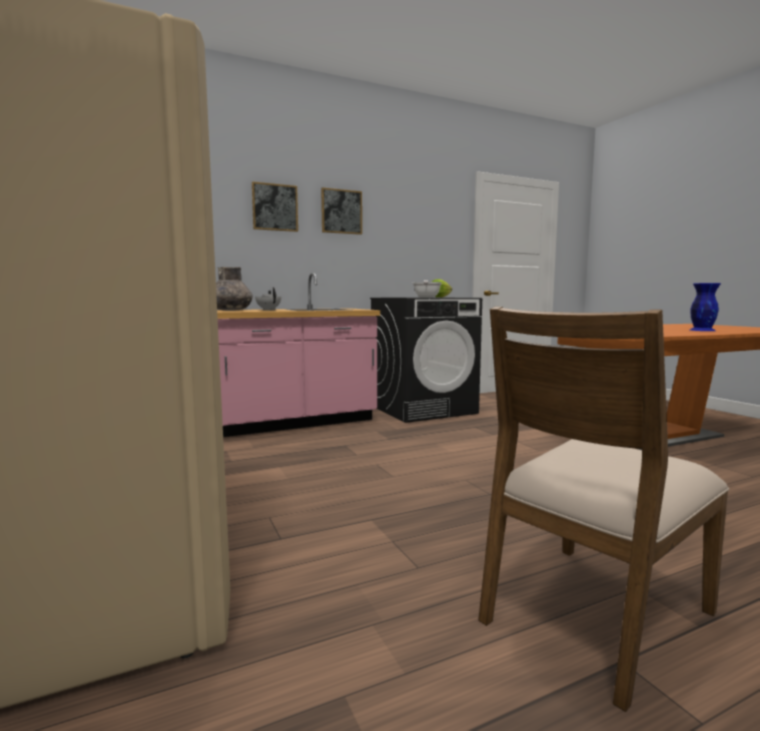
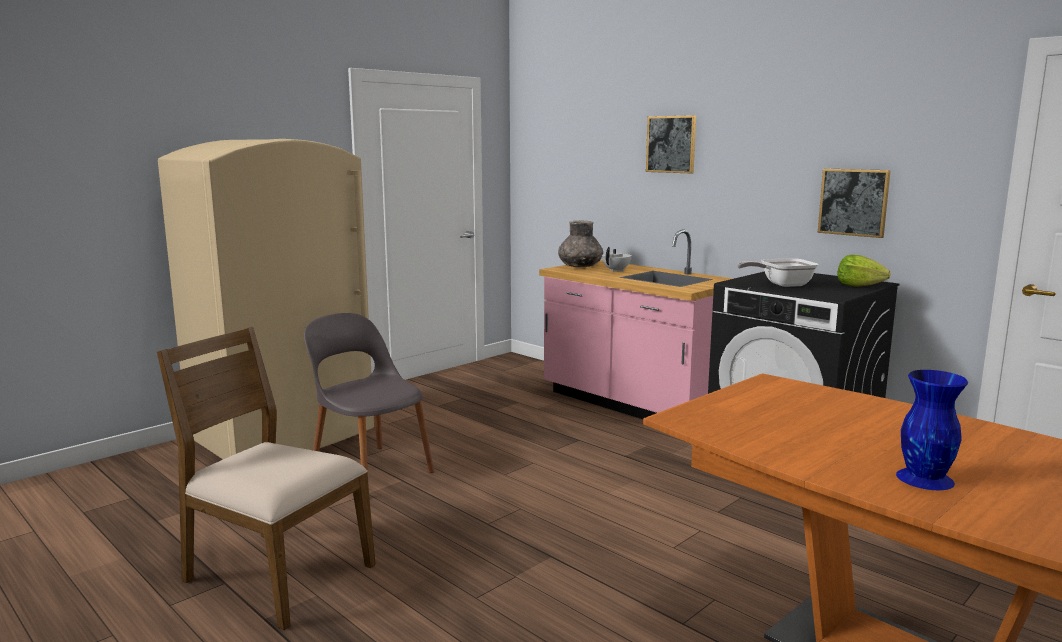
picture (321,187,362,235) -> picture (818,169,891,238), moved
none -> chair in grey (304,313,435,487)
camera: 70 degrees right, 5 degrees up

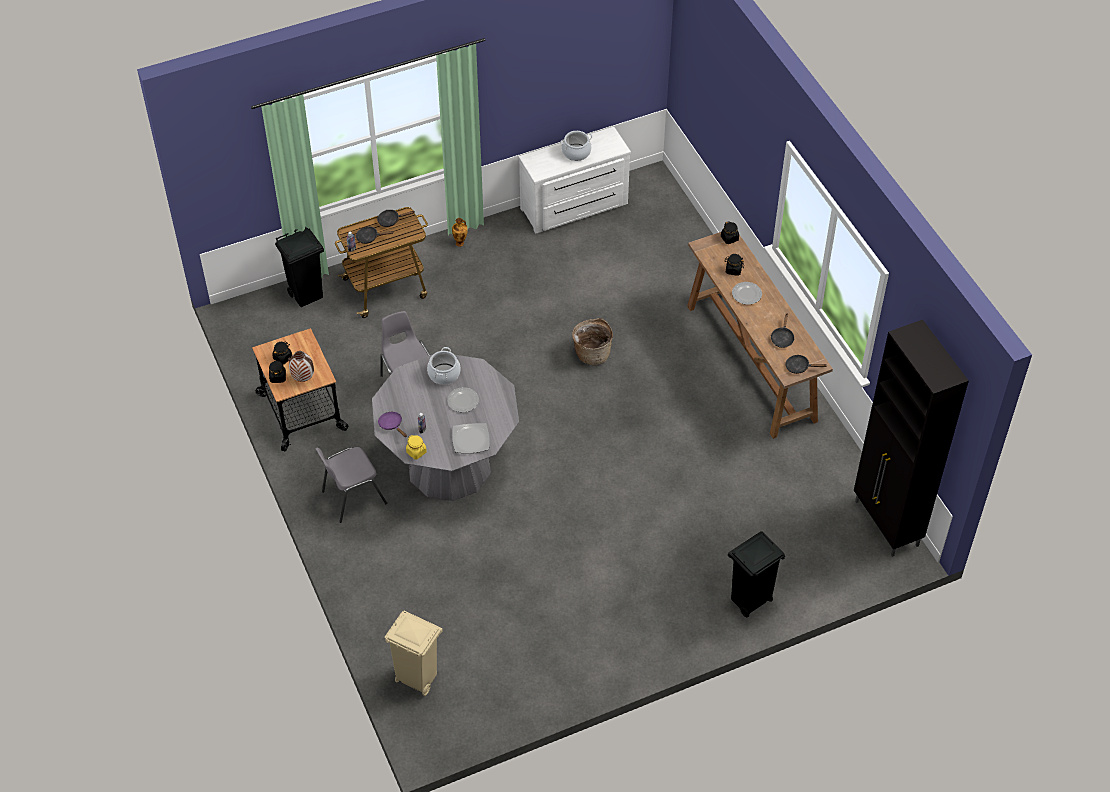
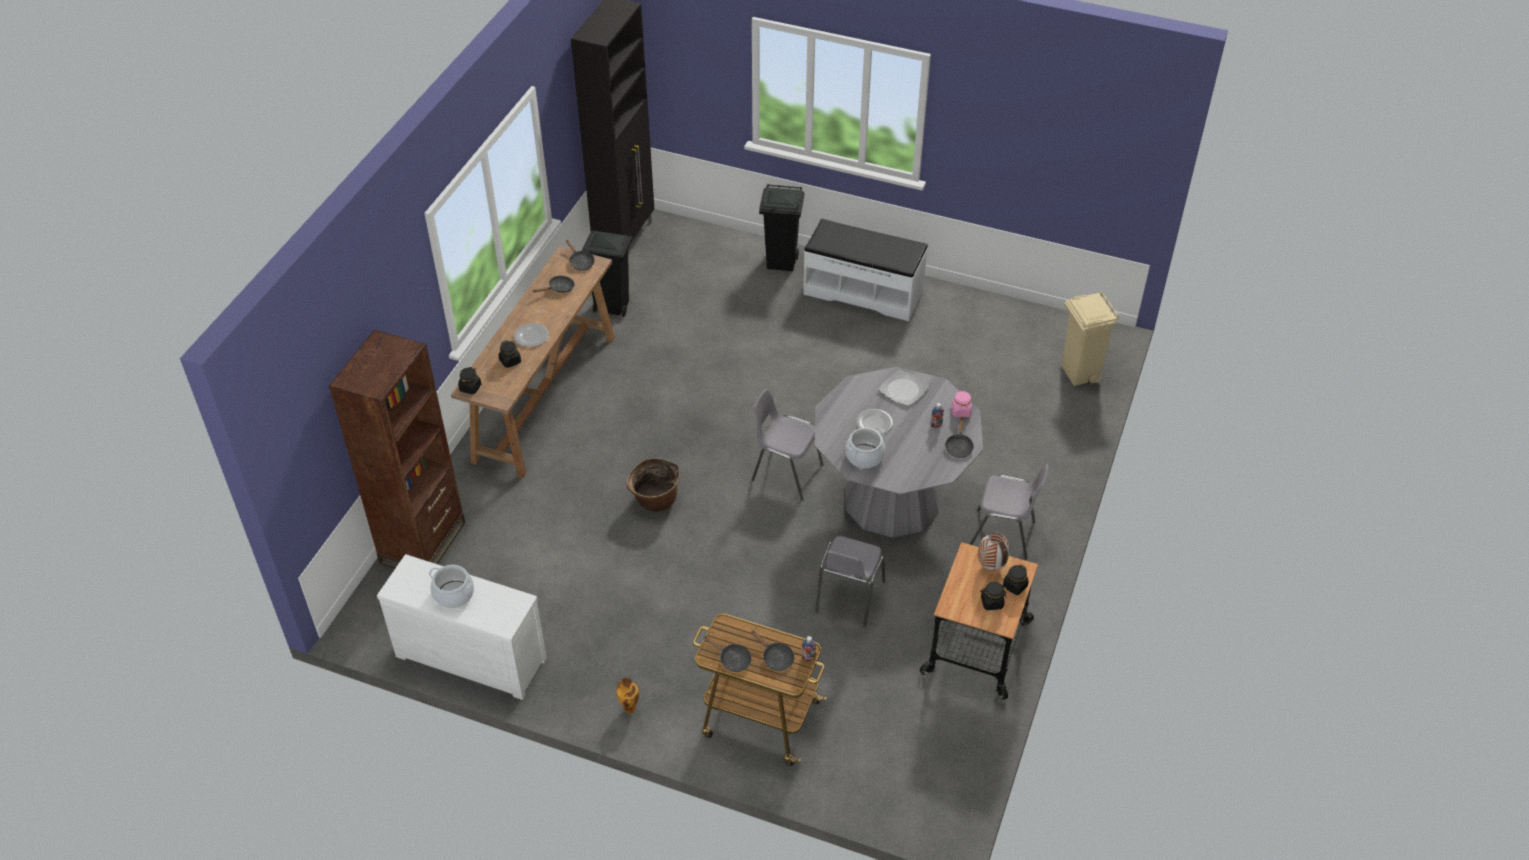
trash can in black (275,227,324,307) -> trash can in black (582,230,633,317), moved
frying pan in purple (378,412,407,437) -> frying pan in black (945,417,974,458)
jar in yellow (406,435,427,459) -> jar in pink (952,391,972,417)
none -> bench in white (803,219,928,321)
none -> bookcase in brown (329,330,465,569)
none -> chair in grey (751,389,824,500)
camera: 135 degrees left, 5 degrees down

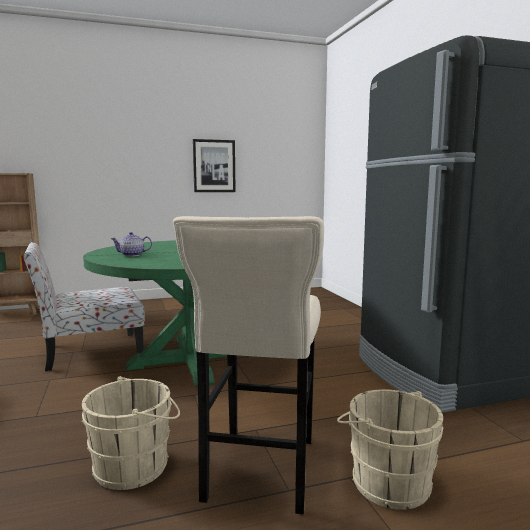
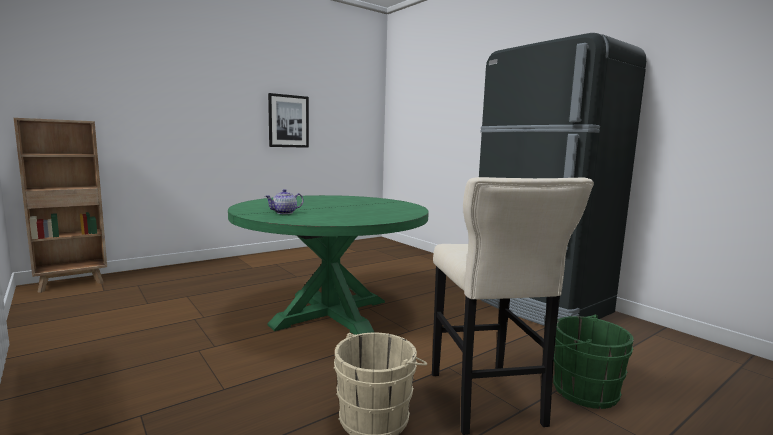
chair (24,242,145,371) -> none
bucket in beige (337,389,443,510) -> bucket in green (553,314,634,409)
camera: 20 degrees left, 0 degrees up

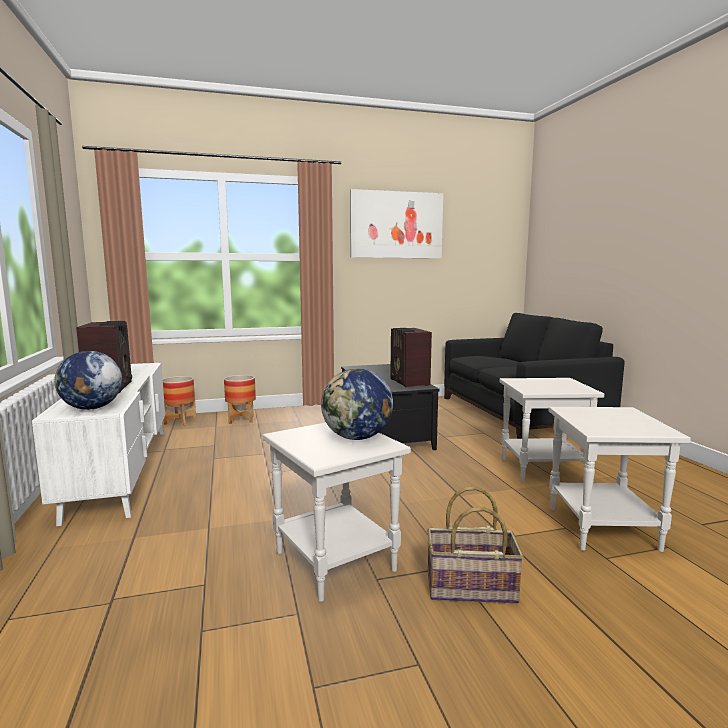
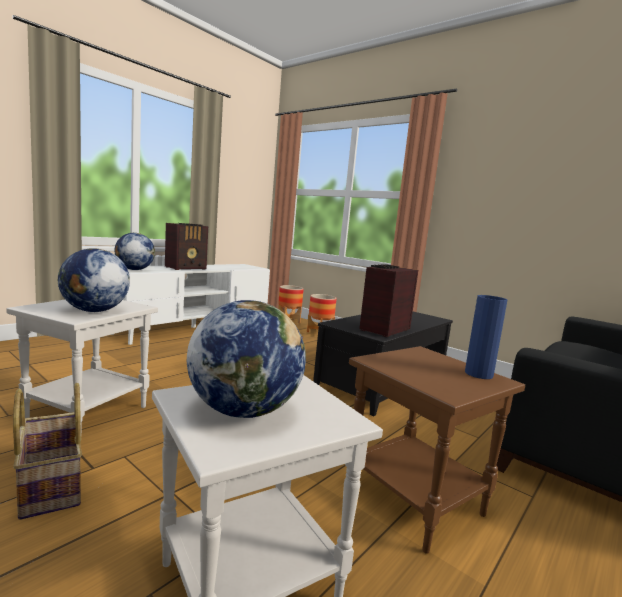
picture (350,189,443,258) -> none
side table in white (499,378,604,482) -> side table in brown (349,346,525,554)
none -> vase in blue (465,295,507,379)
none -> globe (187,300,306,418)
camera: 55 degrees right, 0 degrees up

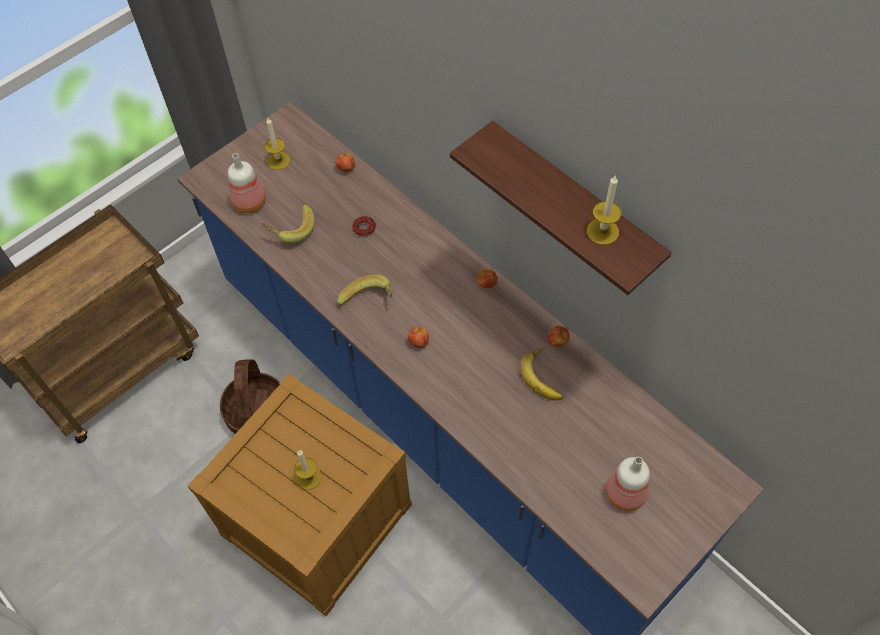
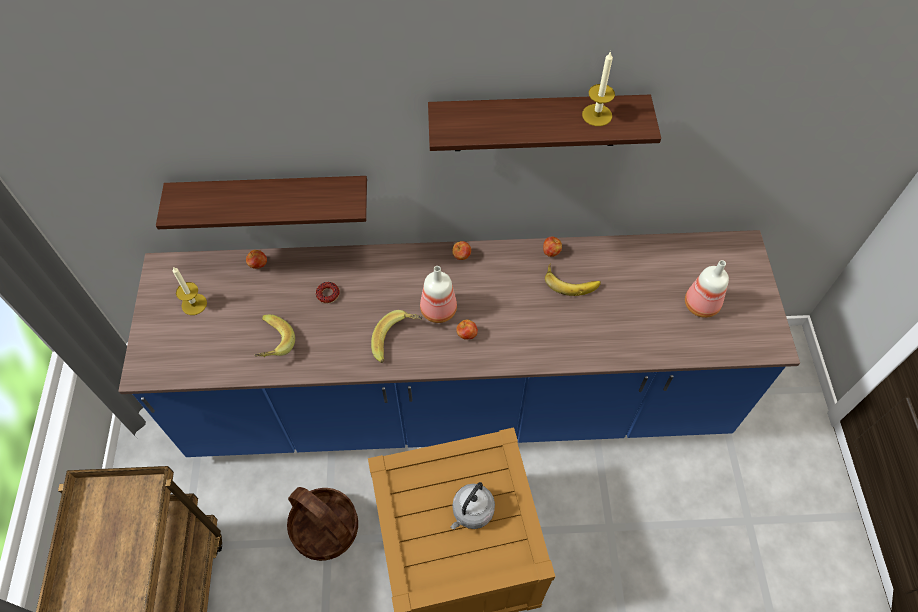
bottle (228,153,266,213) -> bottle (420,266,457,323), moved
candle (294,450,322,490) -> kettle in grey (450,482,495,529)
none -> shelf (156,176,367,229)
camera: 50 degrees left, 0 degrees up

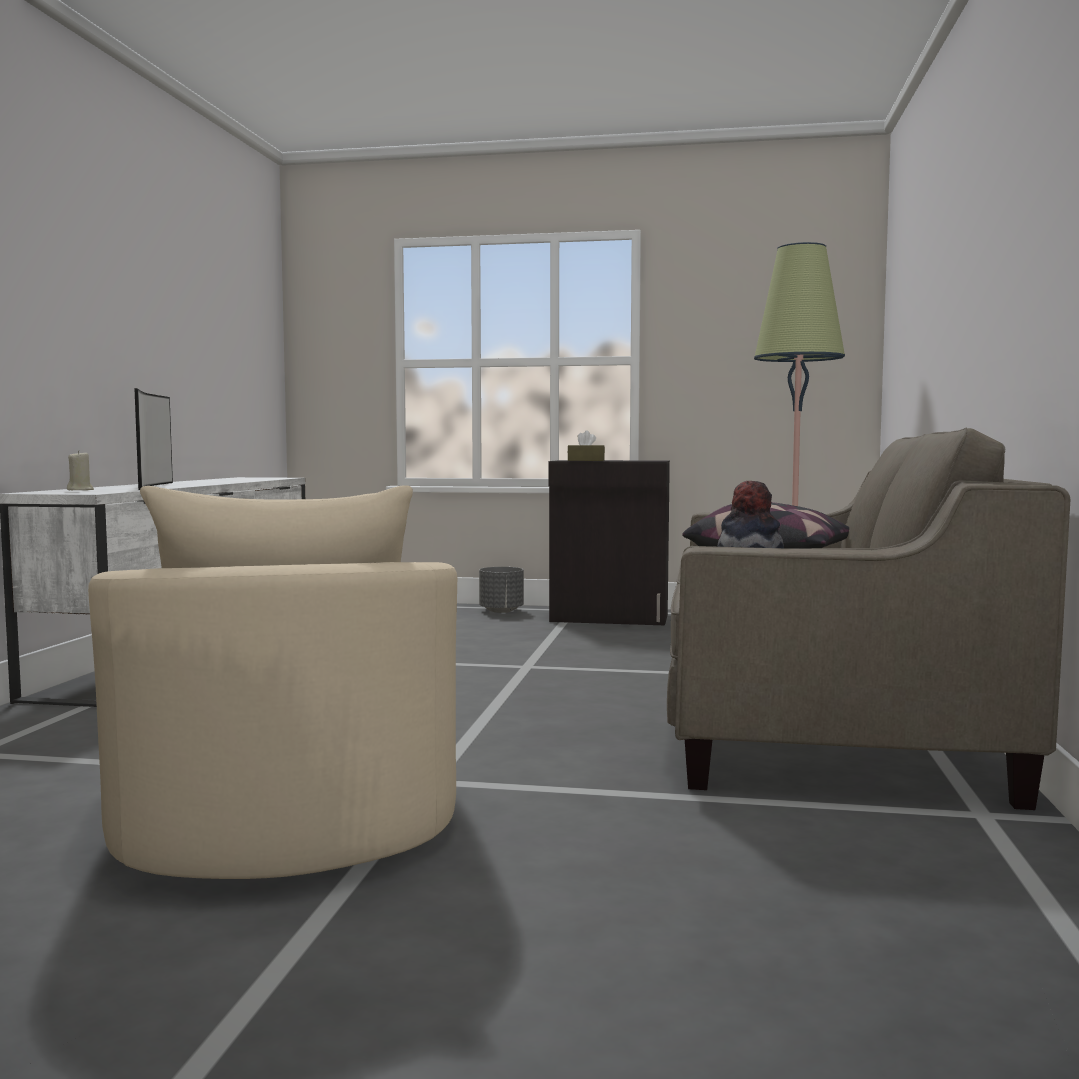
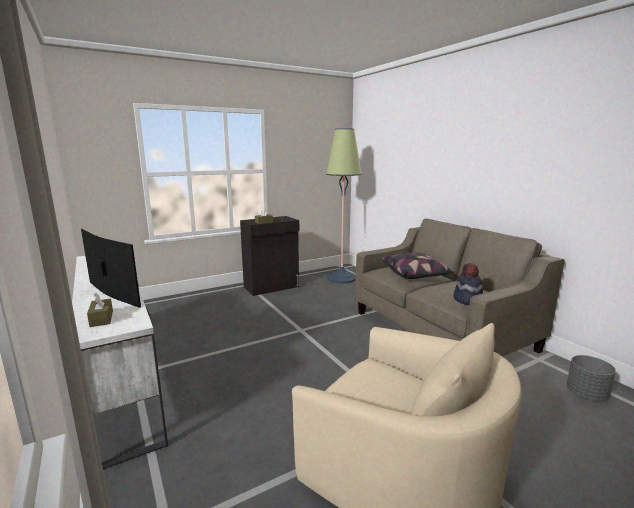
candle in beige (67,450,94,490) -> tissue box in brown (87,292,113,327)
planter in grey (479,567,524,613) -> planter in grey (567,355,616,401), moved
camera: 40 degrees left, 10 degrees up

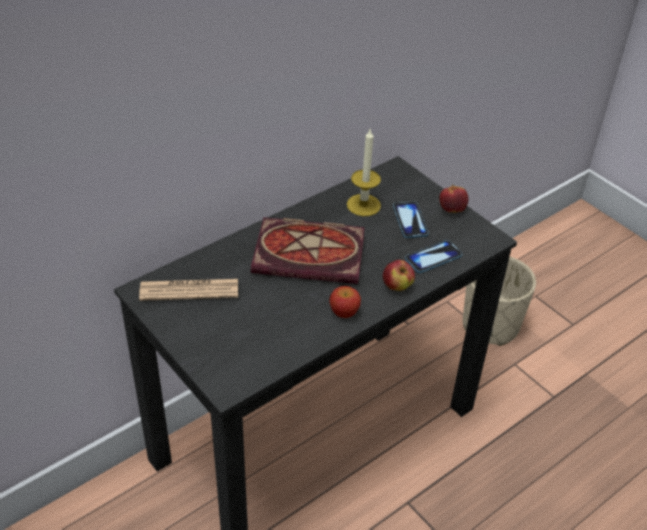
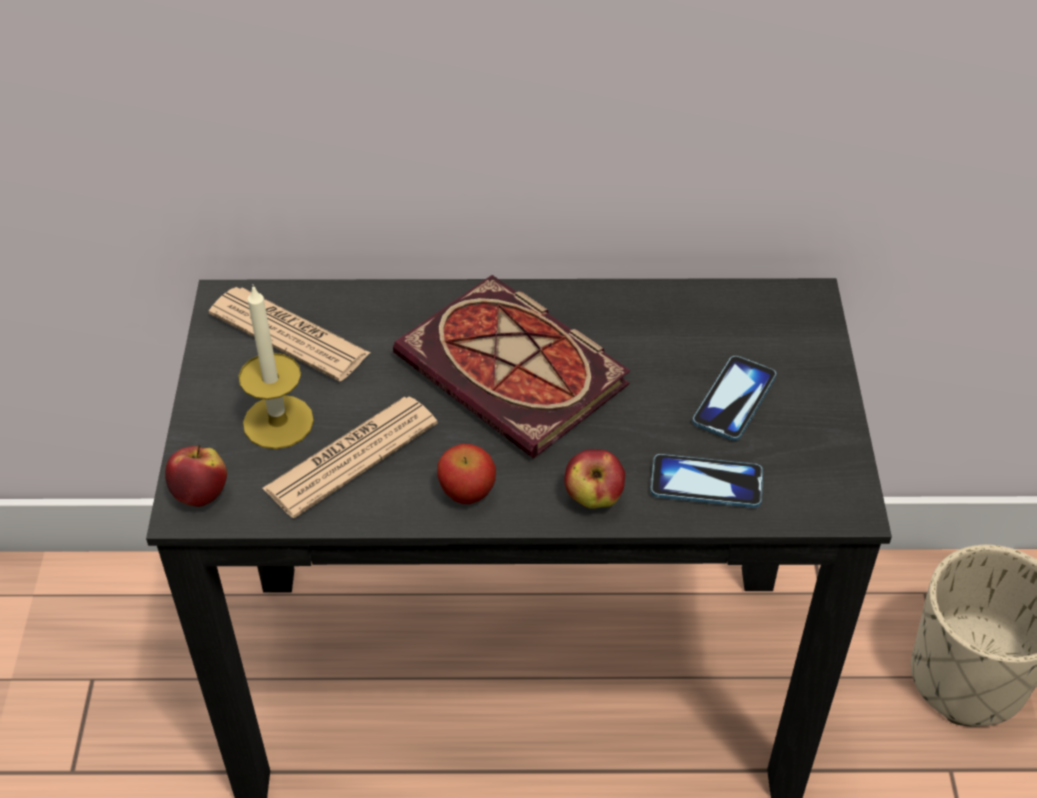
candle (347,129,381,216) -> candle (239,285,314,449), moved
apple (440,184,468,213) -> apple (165,445,227,507), moved
none -> newspaper (262,397,438,518)
camera: 40 degrees right, 5 degrees up

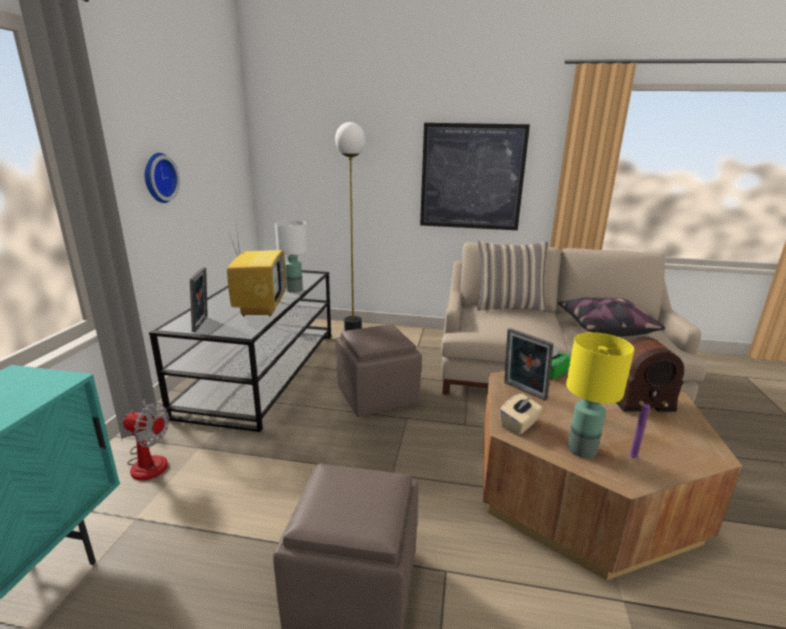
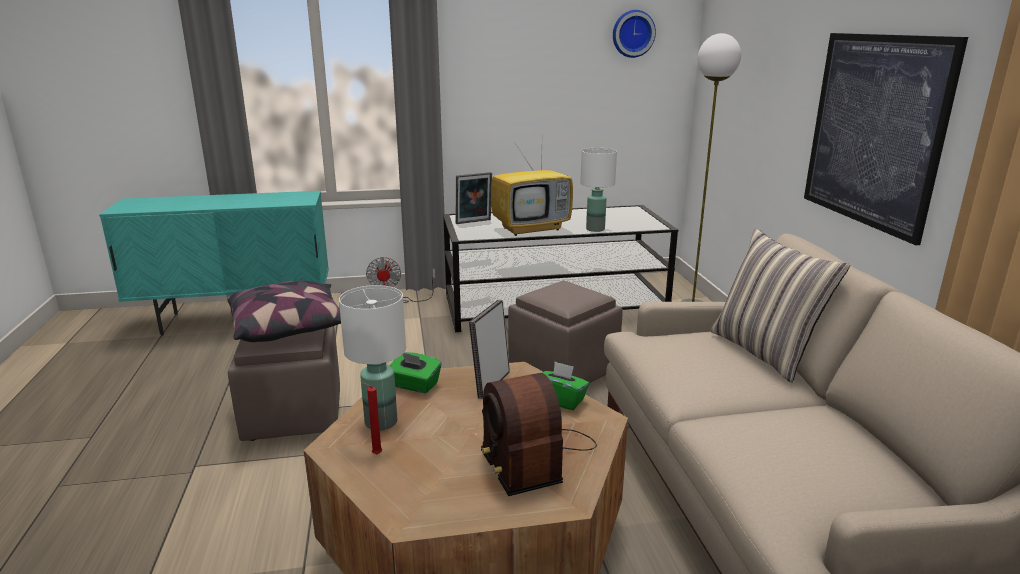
wall clock (144,153,180,203) -> wall clock (613,10,656,58), moved
pillow (557,297,665,337) -> pillow (227,281,341,342), moved
table lamp in yellow (566,332,634,458) -> table lamp in white (339,285,406,430)
tissue box in beige (499,393,543,435) -> tissue box in green (390,352,442,393)
candle in purple (629,403,652,458) -> candle in red (362,383,382,454)
camera: 70 degrees right, 0 degrees up

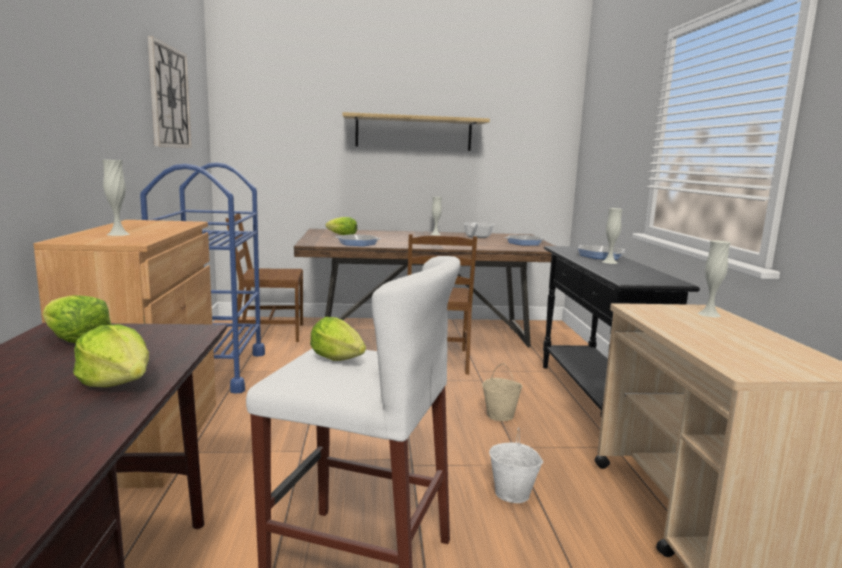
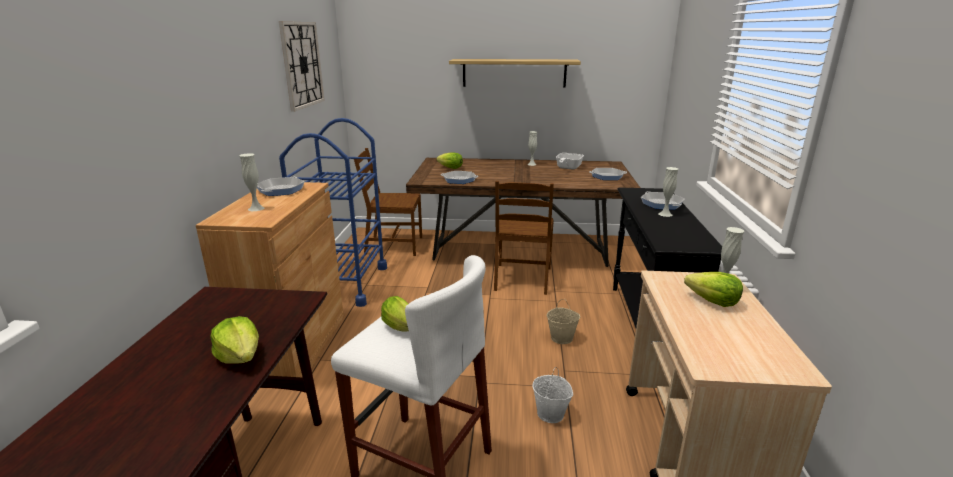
lettuce (43,295,112,343) -> lettuce (684,272,743,307), moved
none -> frying pan (257,177,305,196)
camera: 10 degrees right, 10 degrees up

